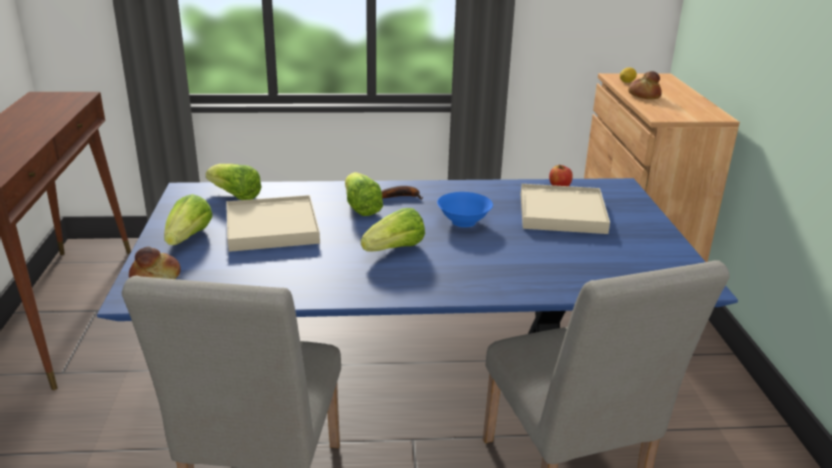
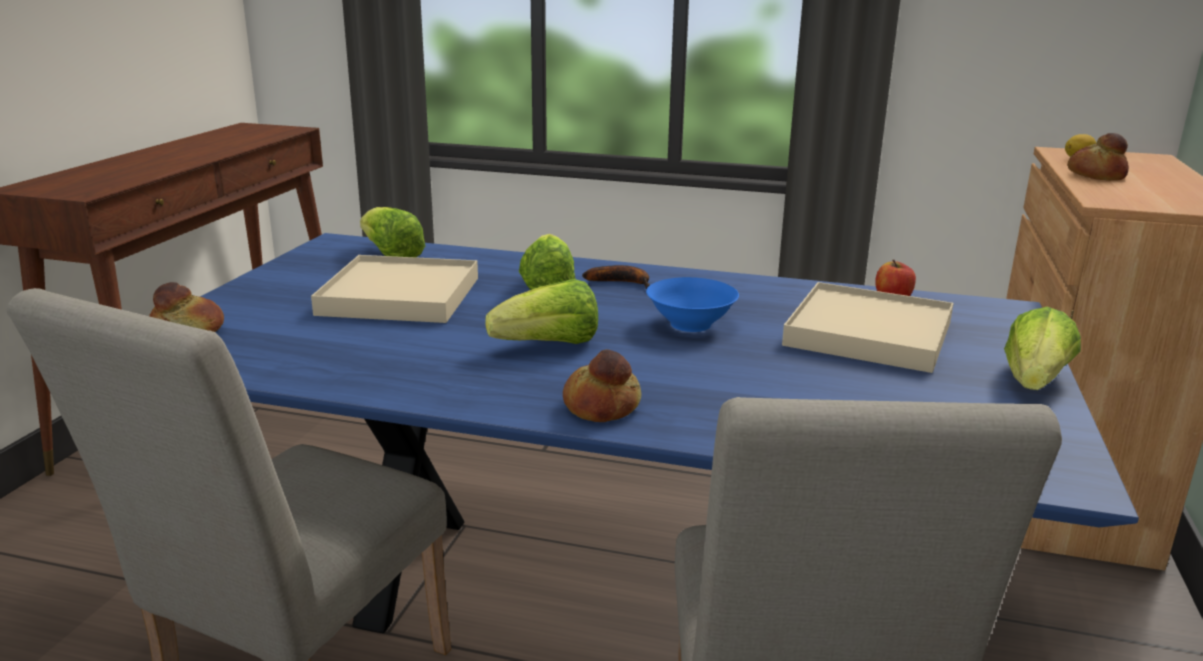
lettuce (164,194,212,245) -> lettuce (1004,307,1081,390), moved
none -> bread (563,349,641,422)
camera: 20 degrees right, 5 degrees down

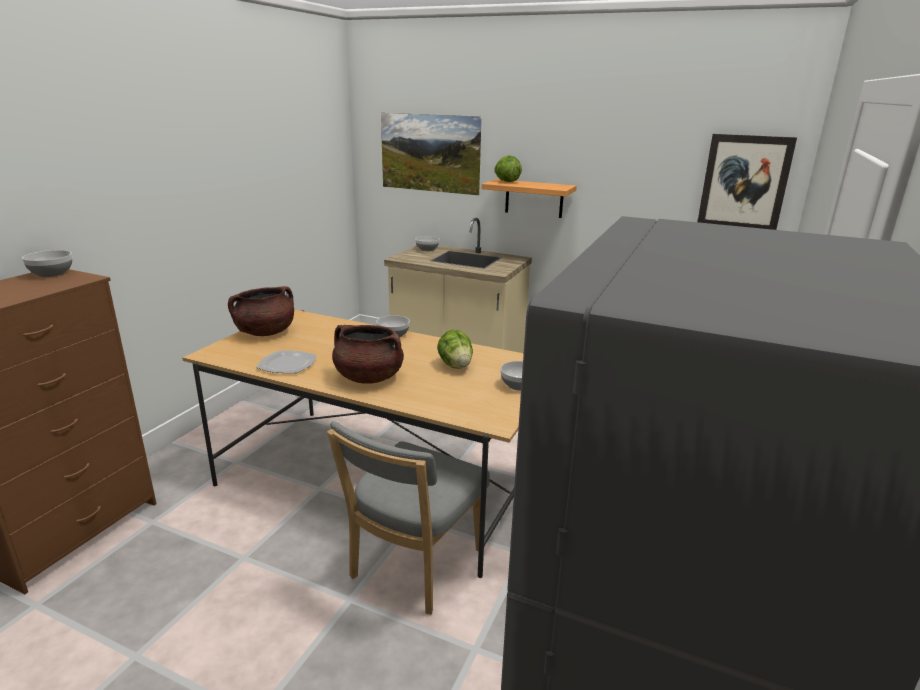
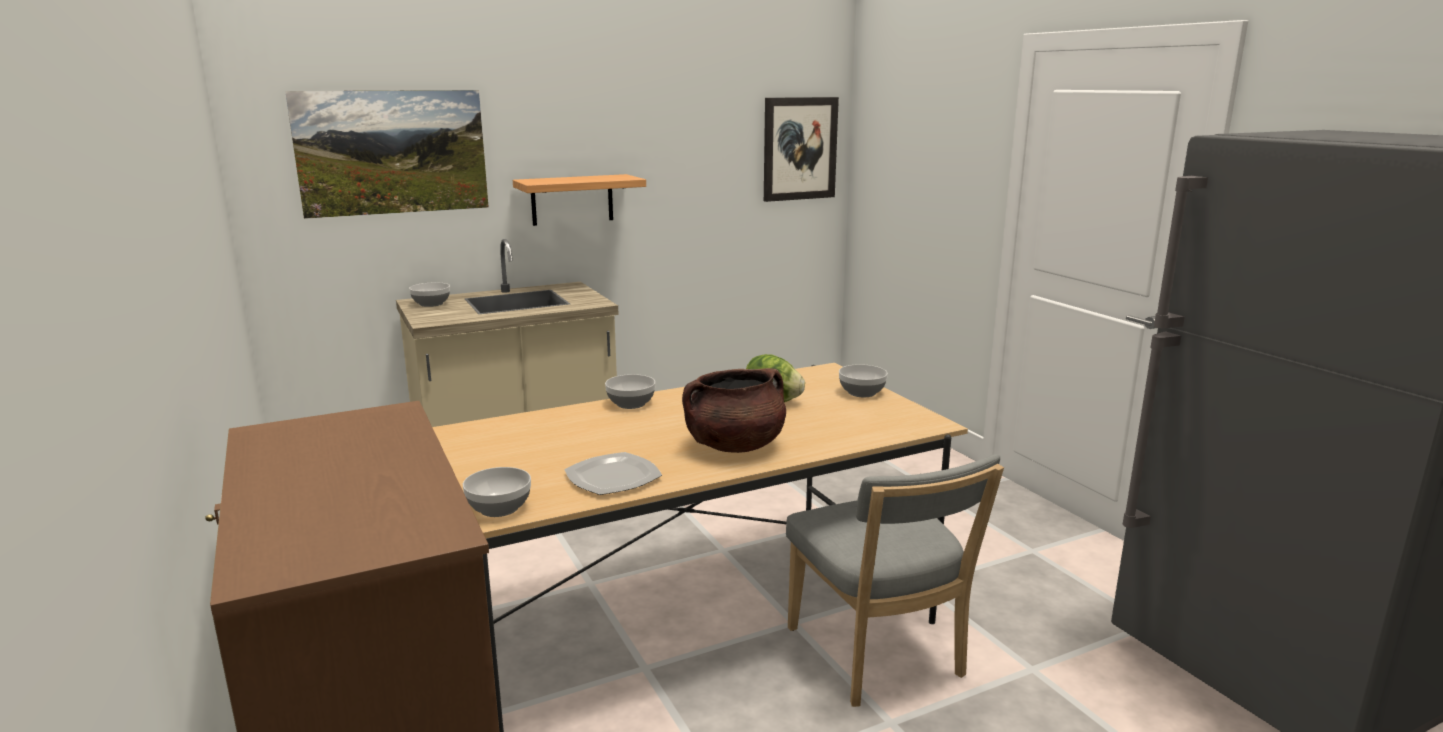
lettuce (494,155,522,182) -> none
bowl (22,250,72,277) -> bowl (463,467,531,517), moved
cooking pot in brown (228,286,294,336) -> none
camera: 50 degrees left, 5 degrees down

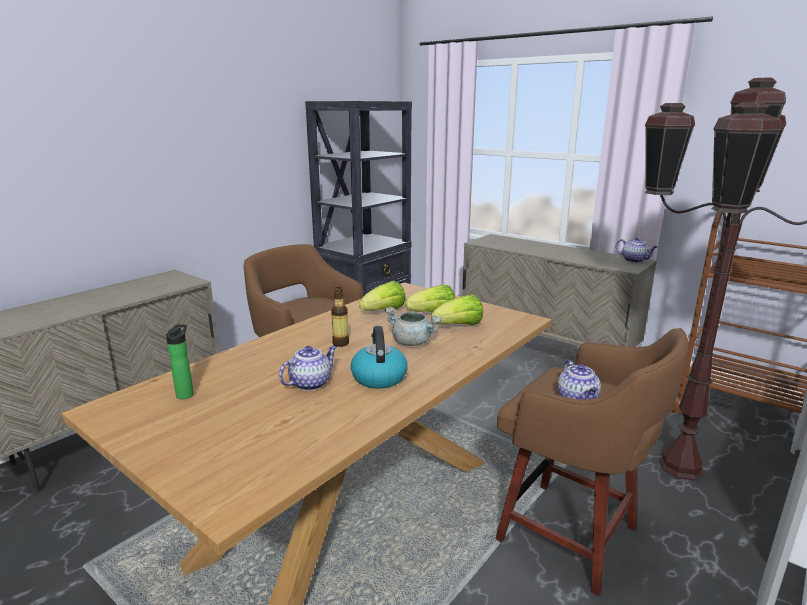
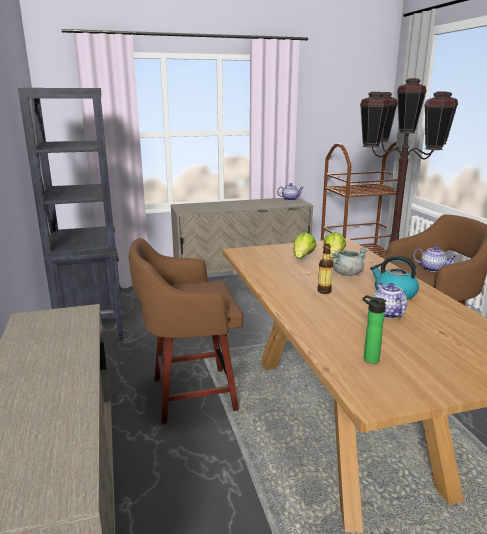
lettuce (359,281,406,311) -> none
camera: 55 degrees left, 0 degrees up

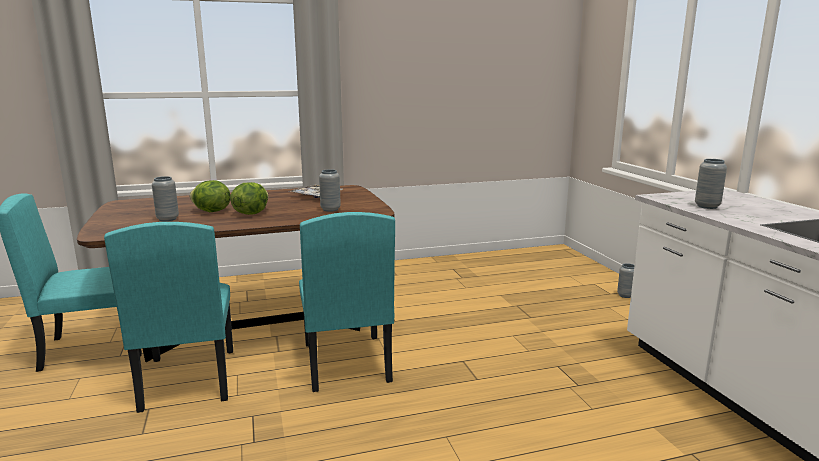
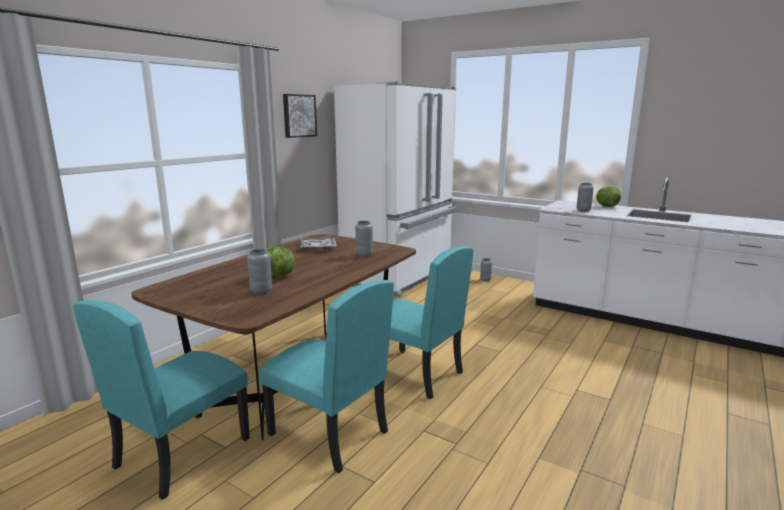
lettuce (230,182,269,215) -> lettuce (596,186,621,207), moved
none -> fridge in white (334,82,456,297)
none -> picture (283,94,317,138)
camera: 40 degrees left, 0 degrees up

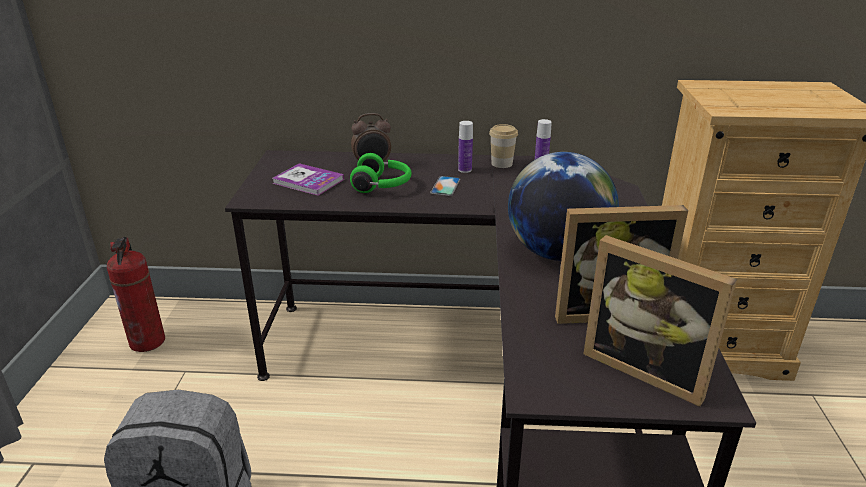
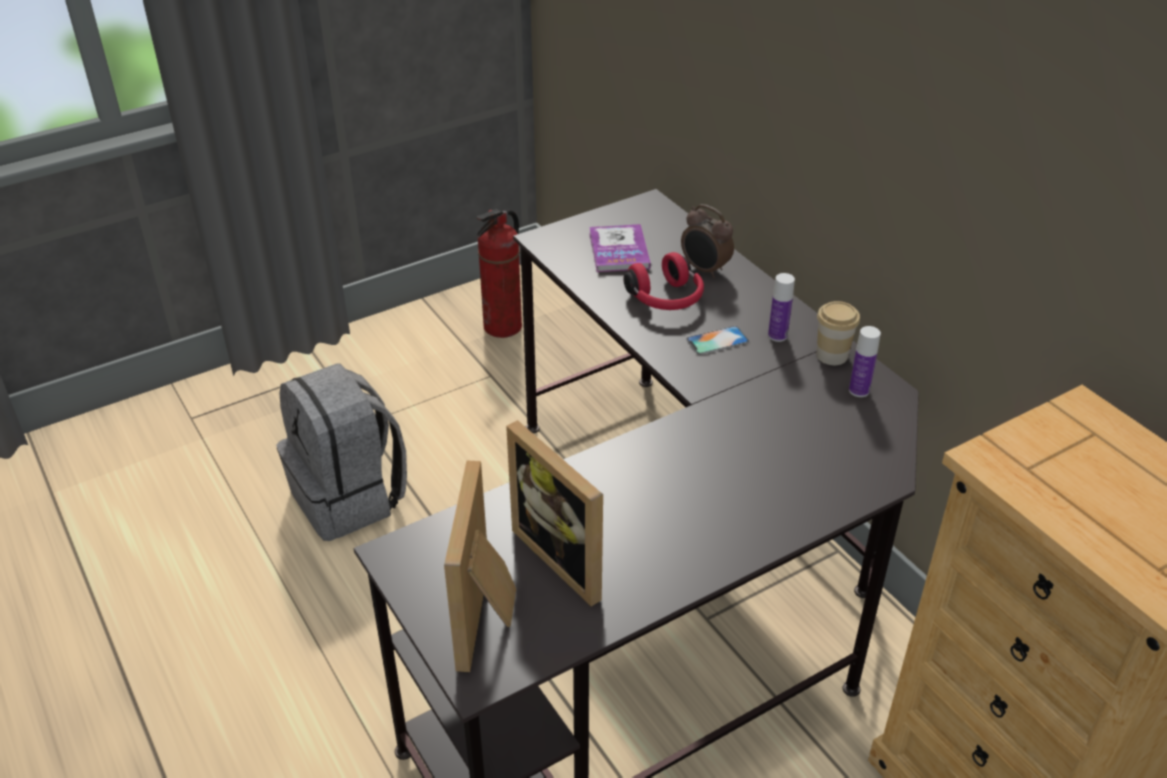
globe (508,152,619,261) -> none
headphones in green (350,153,412,193) -> headphones in red (624,252,704,310)
camera: 55 degrees right, 10 degrees up

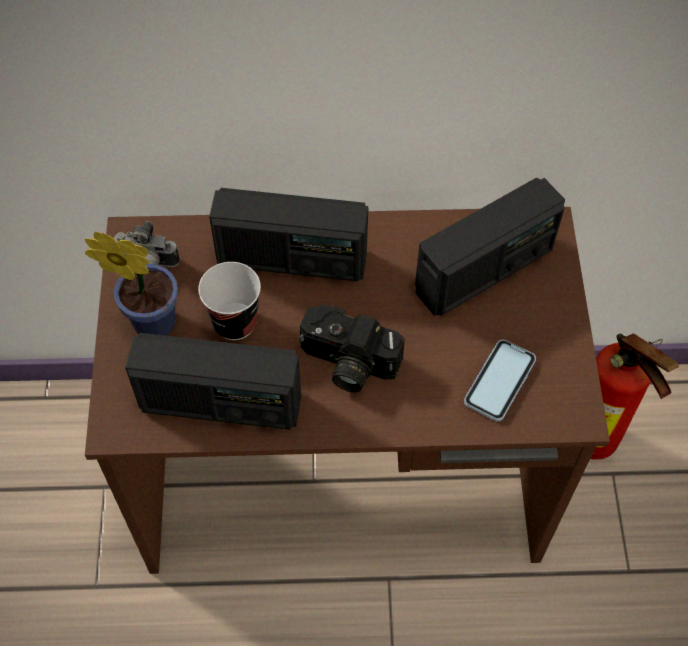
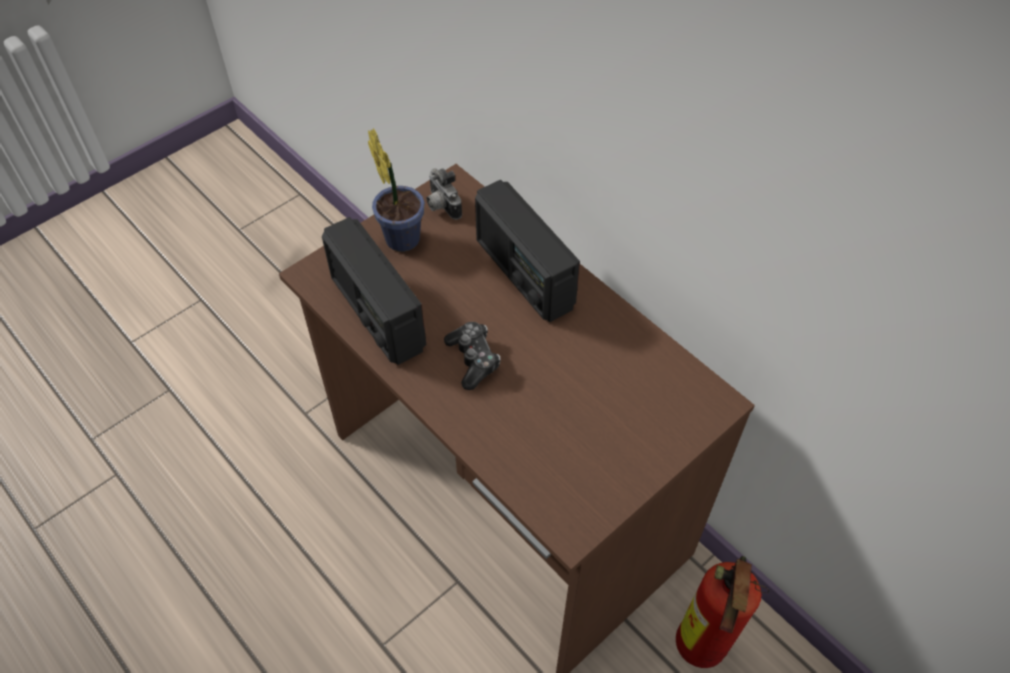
radio (415,178,565,316) -> none
cup (198,262,261,340) -> none
photo camera (299,304,405,392) -> game controller (444,322,501,390)
phone (464,340,536,421) -> none
camera: 50 degrees right, 5 degrees down

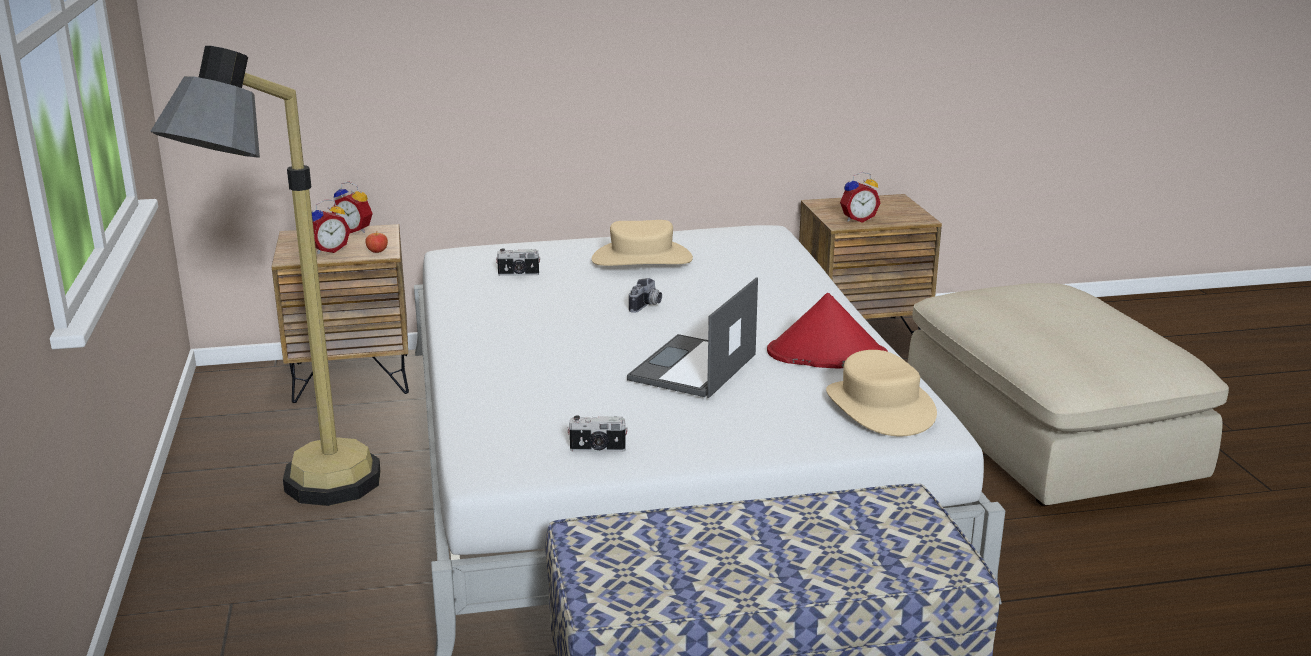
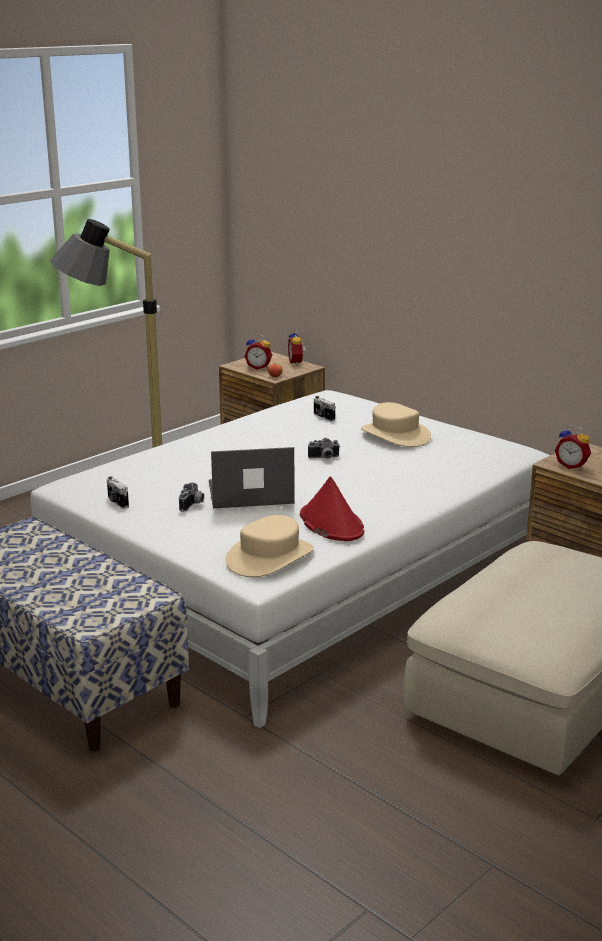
none -> photo camera (179,482,204,512)
camera: 55 degrees right, 0 degrees up

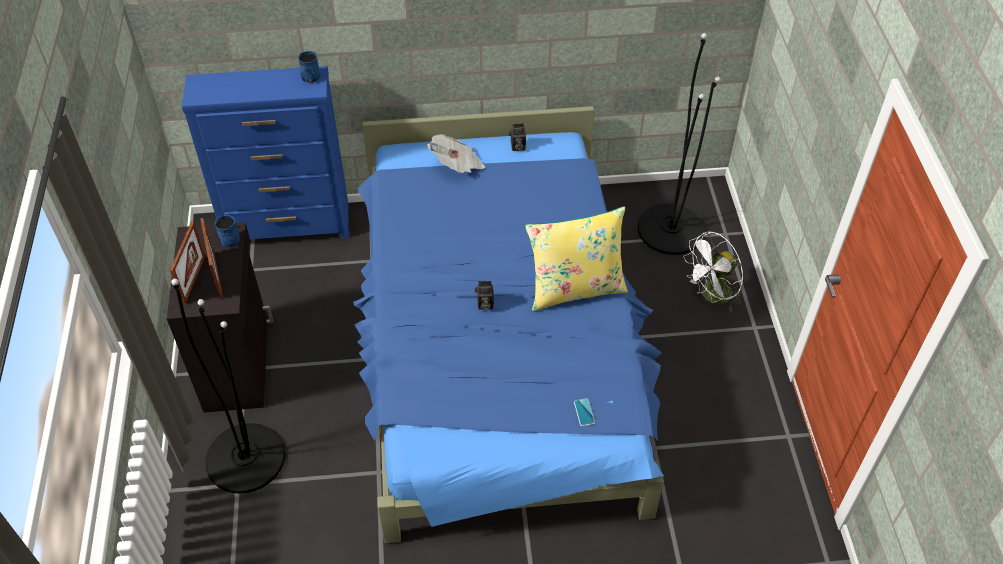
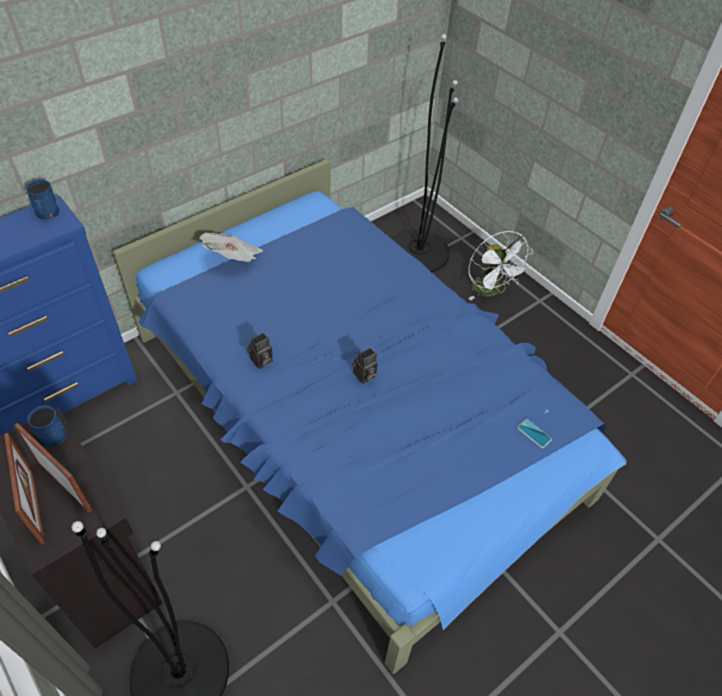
photo camera (509,123,526,151) -> photo camera (247,333,273,369), moved
pillow in yellow (525,206,628,311) -> none
fan in white (684,231,743,312) -> fan in white (468,231,534,300), 45 degrees counterclockwise
camera: 35 degrees left, 0 degrees up

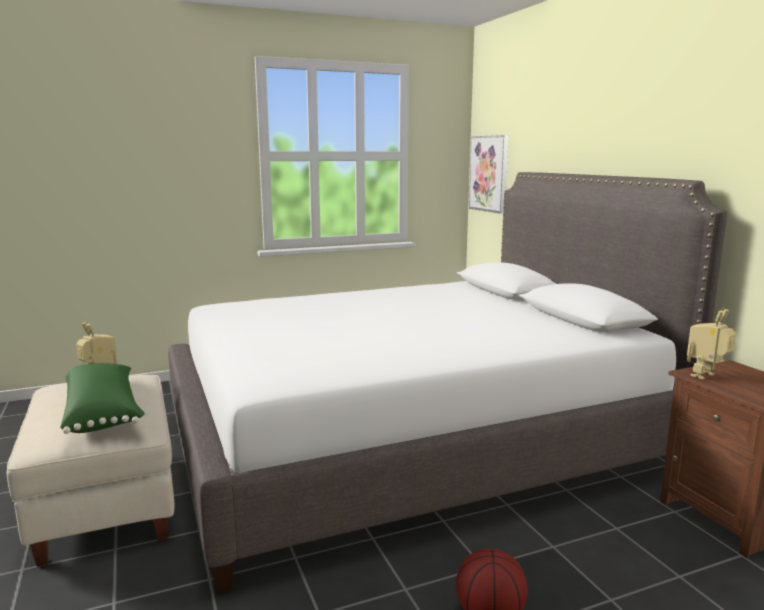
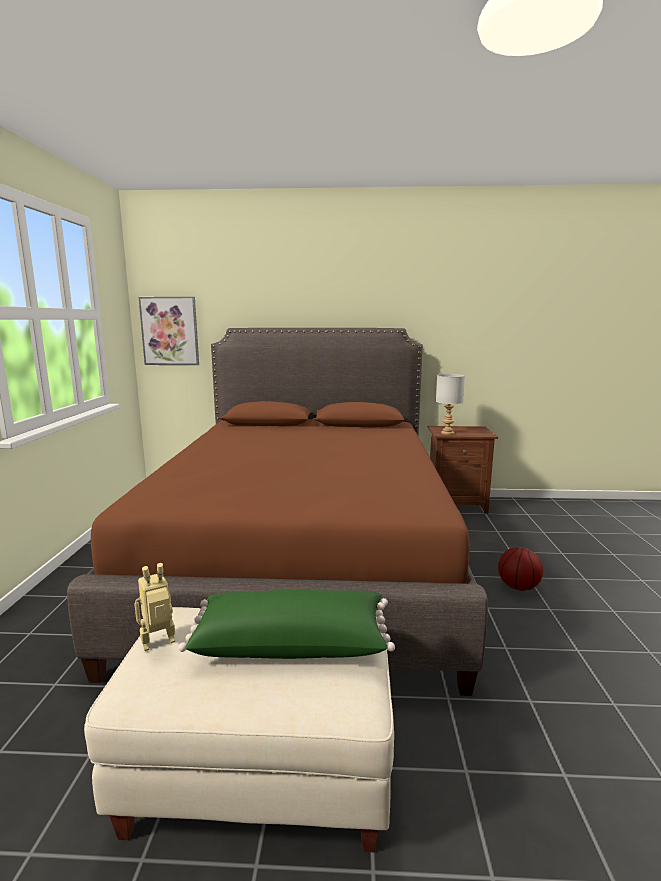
bed in white (168,172,727,594) -> bed in brown (67,328,488,696)
toy robot (687,309,736,379) -> table lamp in grey (436,374,465,435)
camera: 65 degrees left, 0 degrees up

